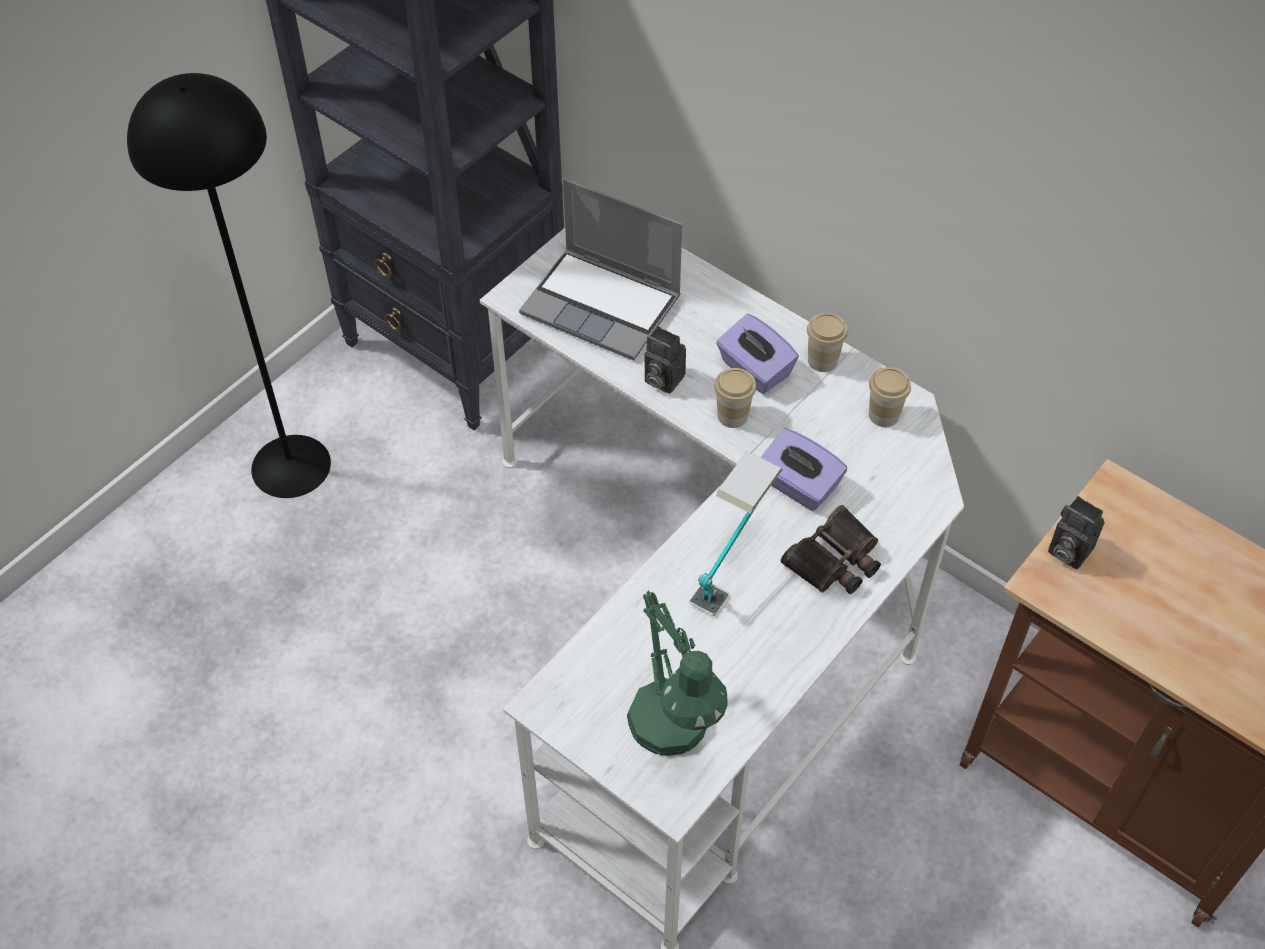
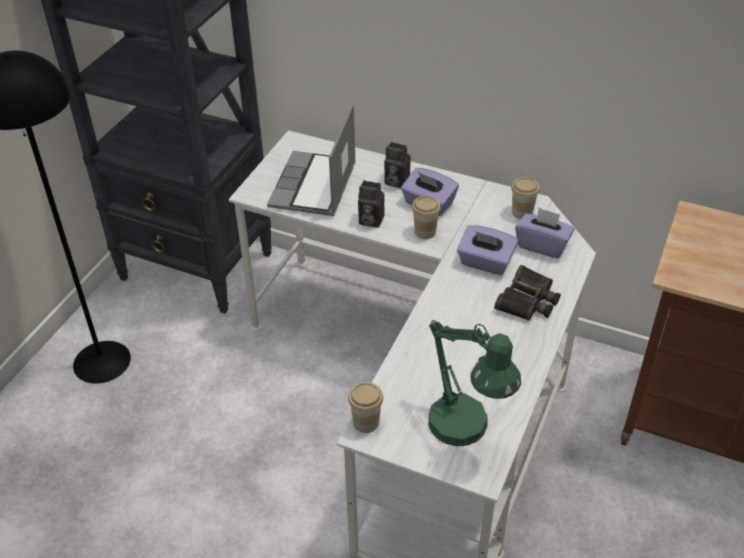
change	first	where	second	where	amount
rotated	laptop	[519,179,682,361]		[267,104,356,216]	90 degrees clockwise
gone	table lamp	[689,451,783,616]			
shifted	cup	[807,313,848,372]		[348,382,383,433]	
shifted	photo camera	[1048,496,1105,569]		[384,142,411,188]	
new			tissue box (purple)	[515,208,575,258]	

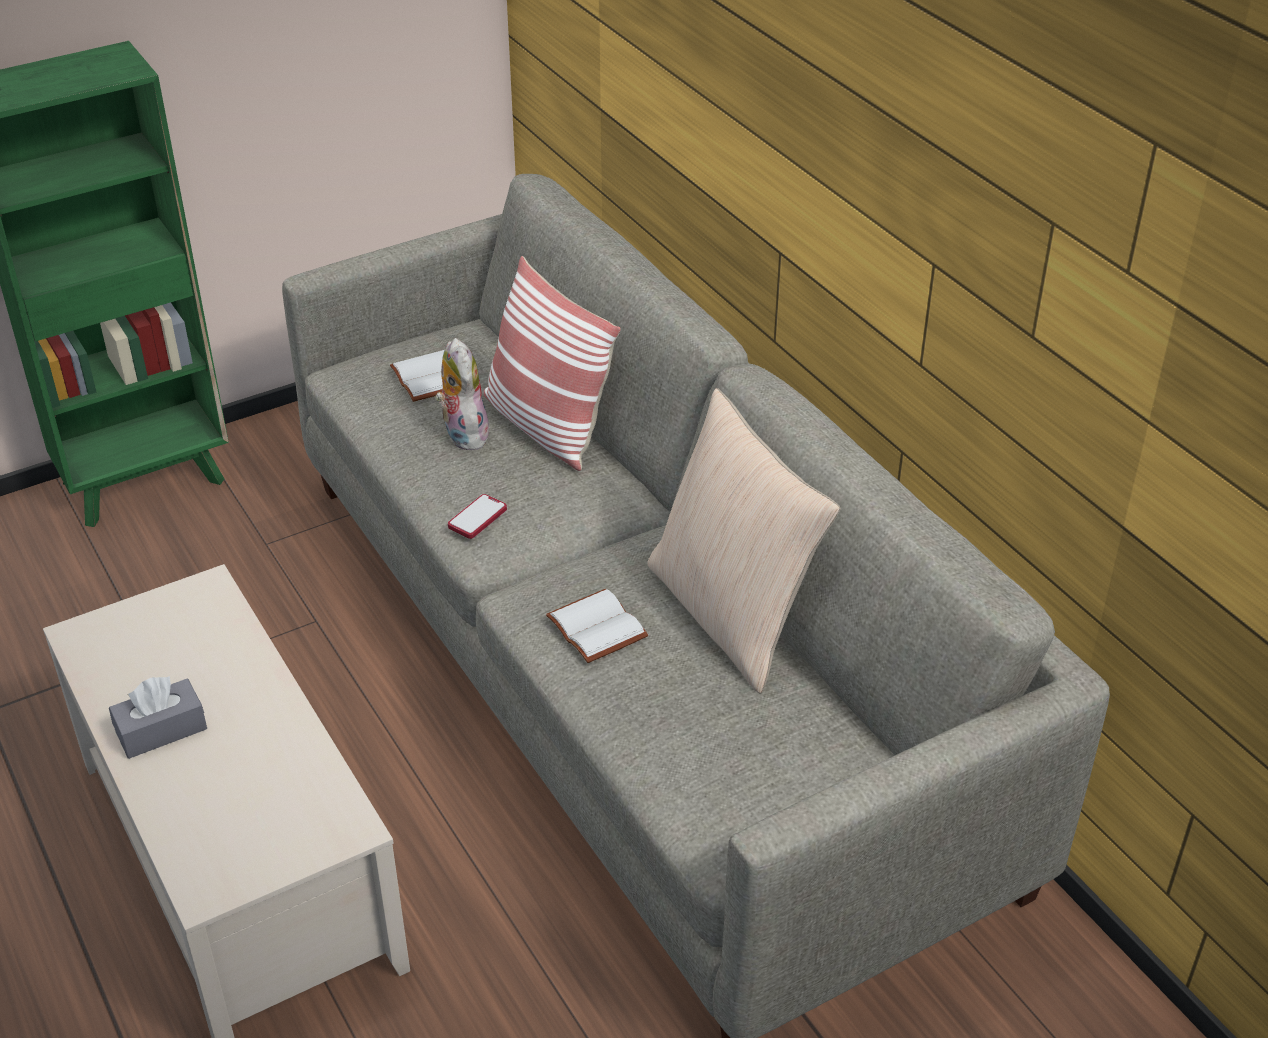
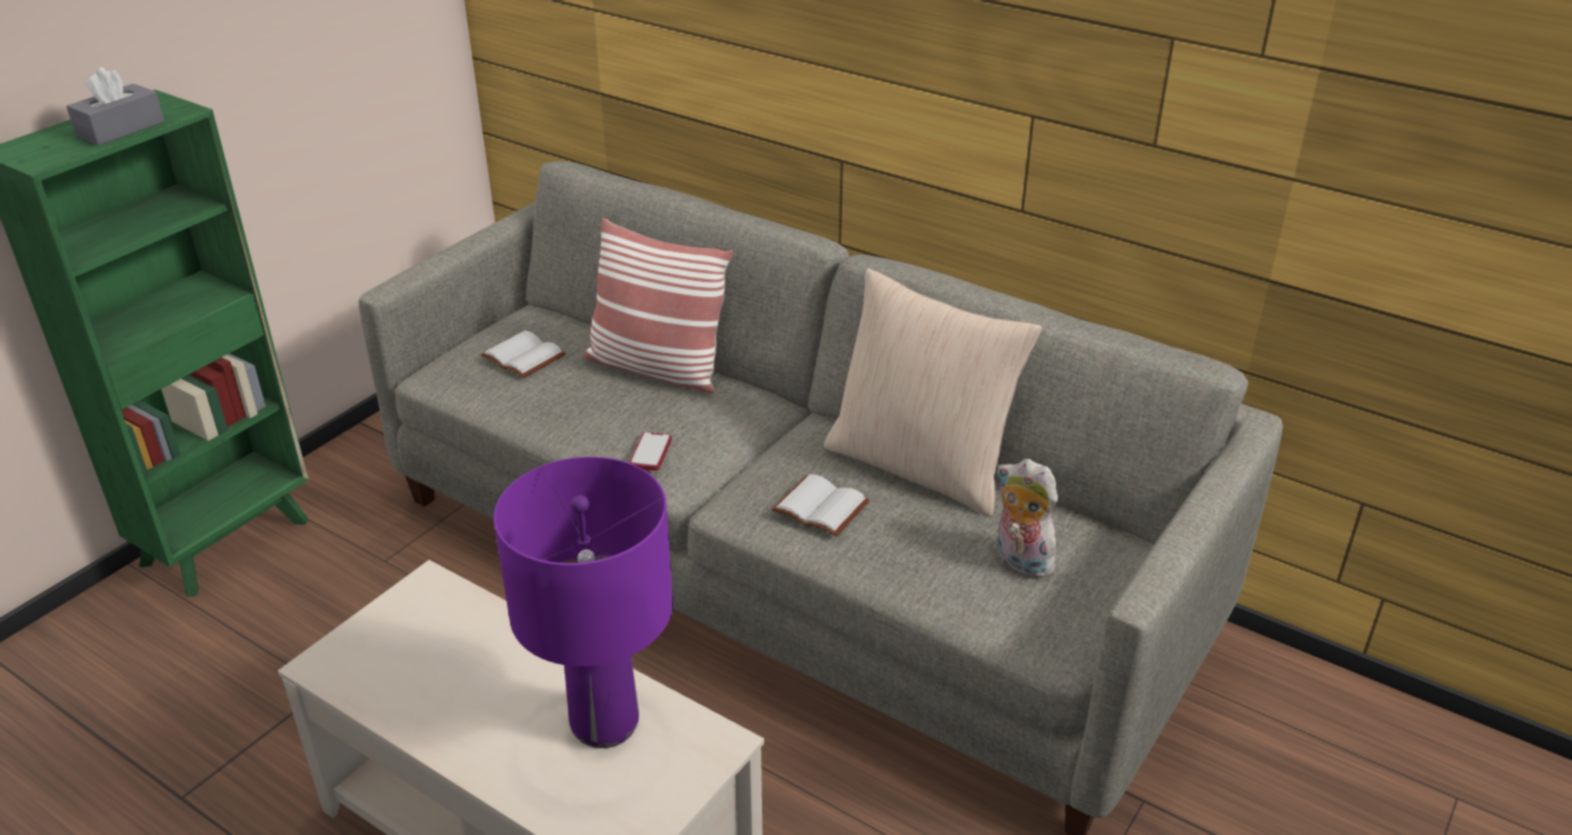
change	first	where	second	where	amount
shifted	tissue box (grey)	[109,676,207,759]		[66,67,164,146]	
shifted	plush toy	[435,338,489,450]		[996,459,1058,578]	
new			table lamp (purple)	[493,457,673,748]	

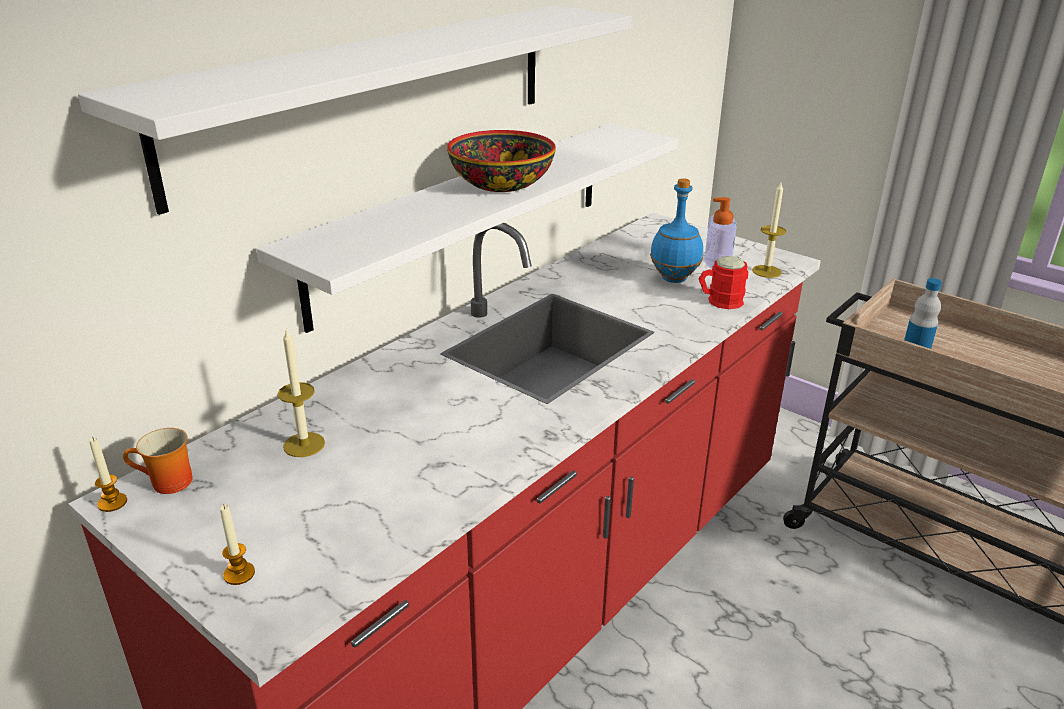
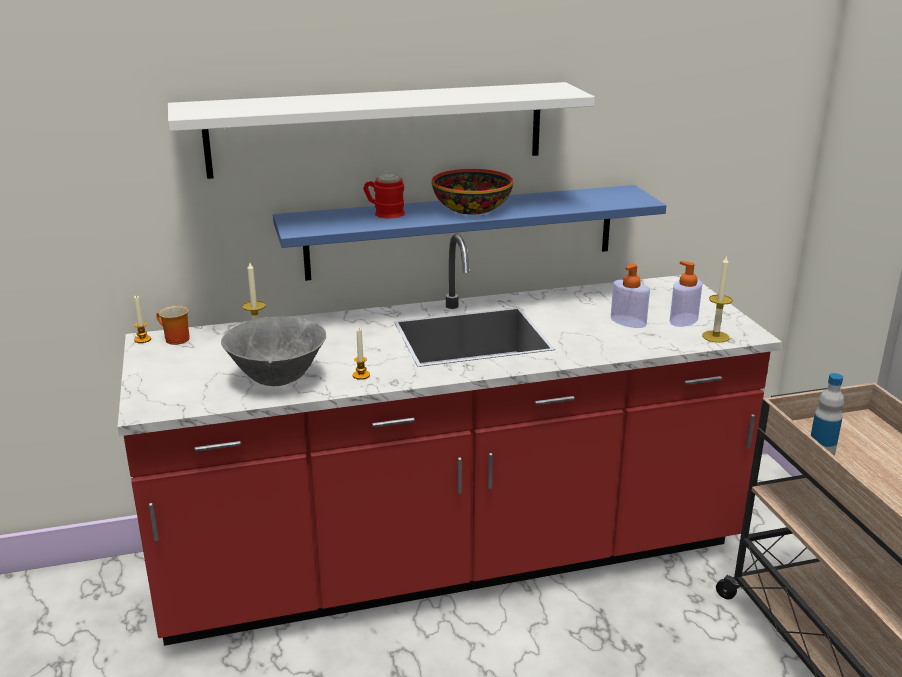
change	first	where	second	where	amount
shifted	candle	[220,504,255,585]		[353,329,370,380]	
repainted	shelf (white)	[256,124,678,333]	shelf (blue)	[273,185,666,281]	
swapped	bottle (blue)	[650,178,703,283]	soap dispenser	[611,264,650,328]	
shifted	mug (red)	[699,256,748,309]		[363,174,405,219]	
new			bowl (grey)	[221,316,326,386]	

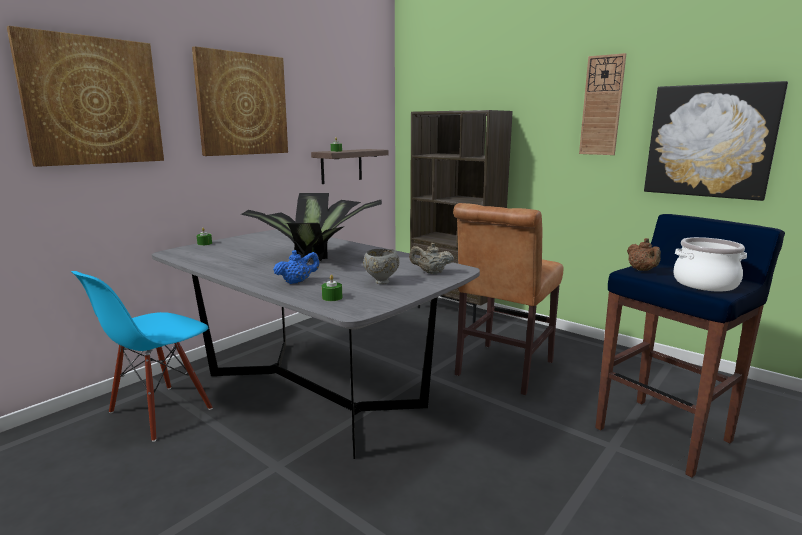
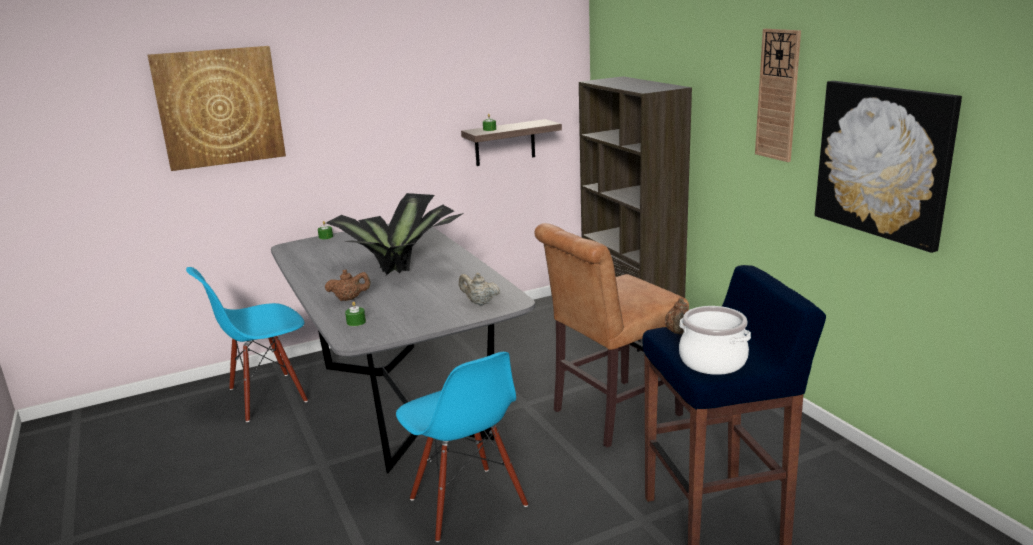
change	first	where	second	where	amount
gone	picture	[192,46,288,156]			
repainted	teapot (blue)	[273,250,320,284]	teapot (brown)	[325,270,371,301]	
gone	bowl (grey)	[363,249,400,284]			
new			chair (blue)	[396,352,528,542]	

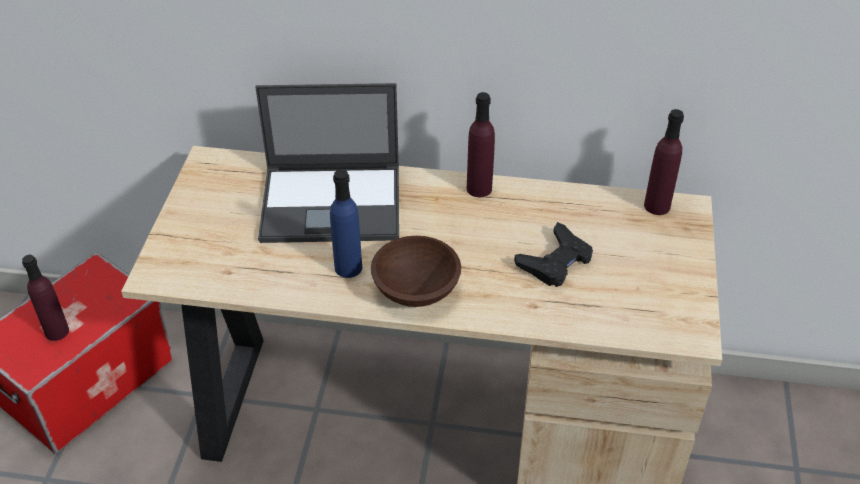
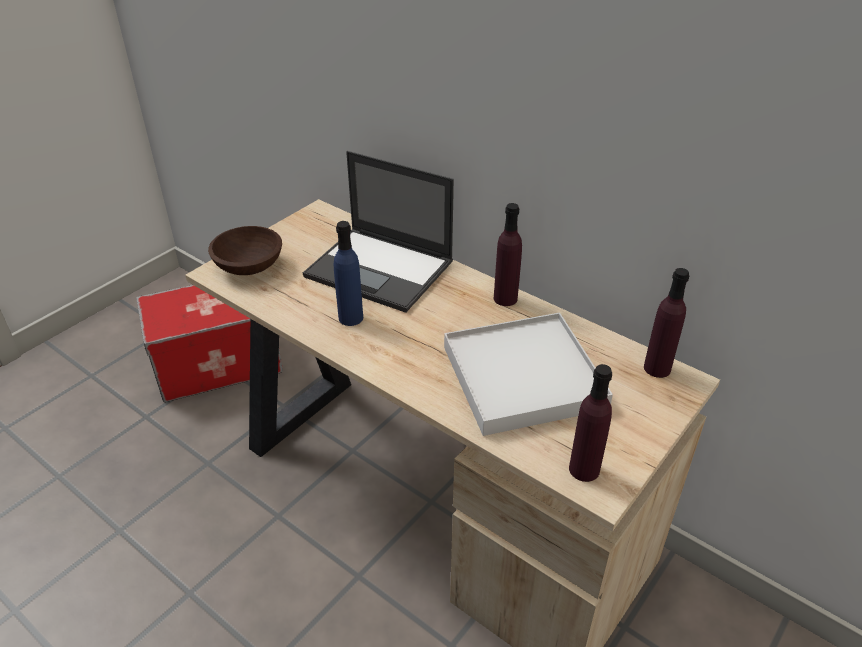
change	first	where	second	where	amount
shifted	bottle (purple)	[22,255,69,341]		[569,364,612,482]	
shifted	bowl (brown)	[371,236,461,307]		[208,226,282,275]	
swapped	game controller (black)	[514,222,593,287]	tray (white)	[444,313,613,436]	

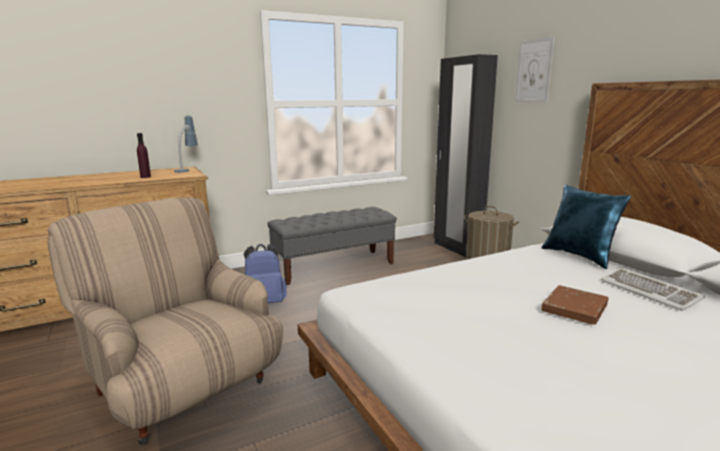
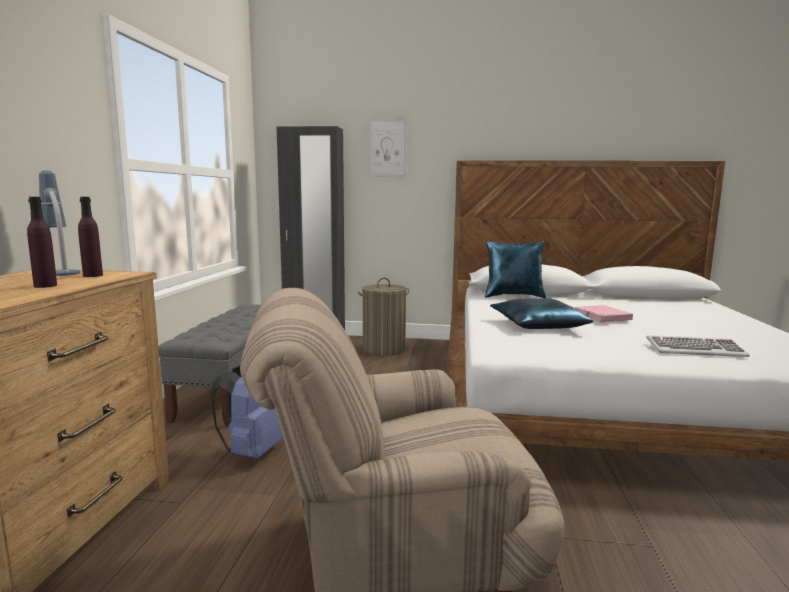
change	first	where	second	where	amount
repainted	book (brown)	[541,285,608,325]	book (pink)	[575,305,633,322]	
shifted	keyboard	[601,268,705,311]		[646,335,750,357]	
new			bottle (purple)	[78,197,103,277]	
new			pillow (blue)	[490,298,593,329]	

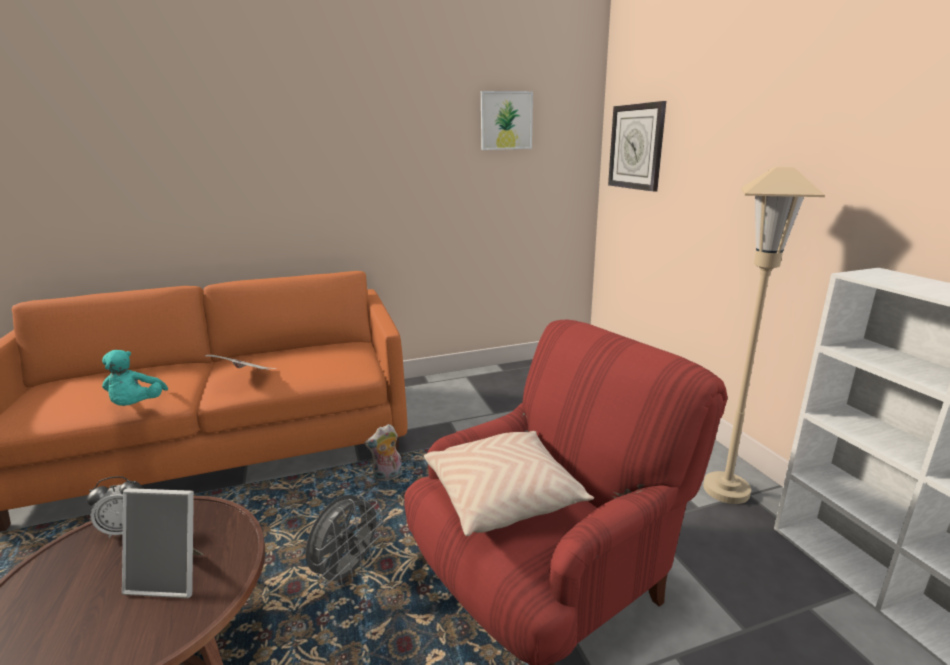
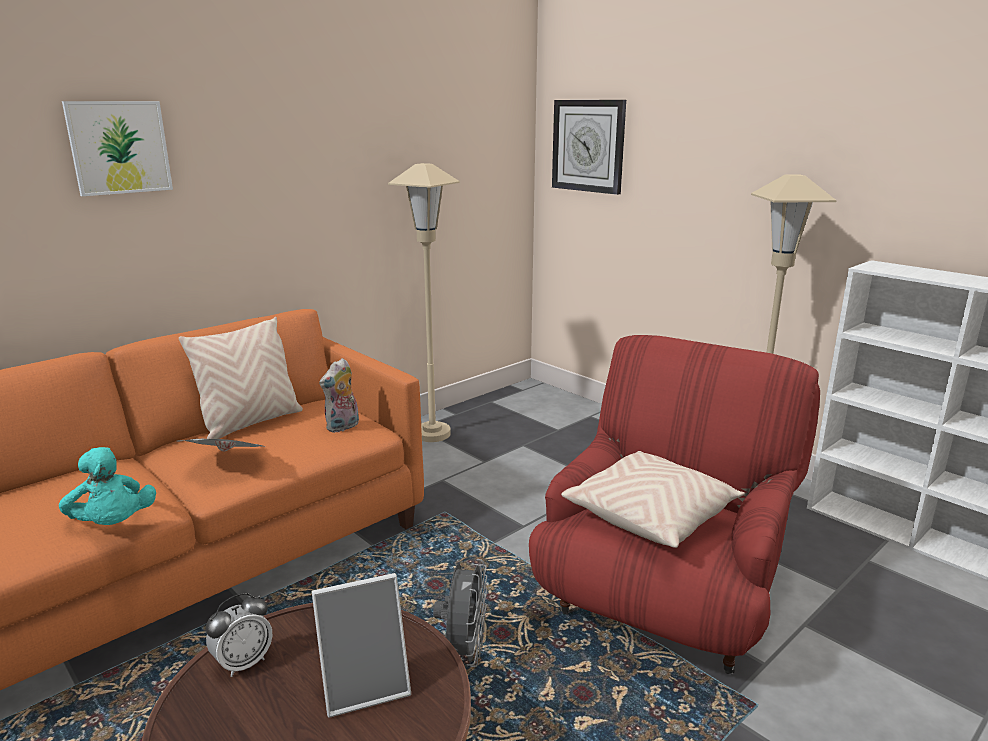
change	first	where	second	where	amount
shifted	plush toy	[365,424,402,481]		[319,358,359,433]	
shifted	picture	[481,91,533,150]		[62,101,173,196]	
new			pillow (beige)	[179,317,303,439]	
new			floor lamp (beige)	[388,163,460,442]	

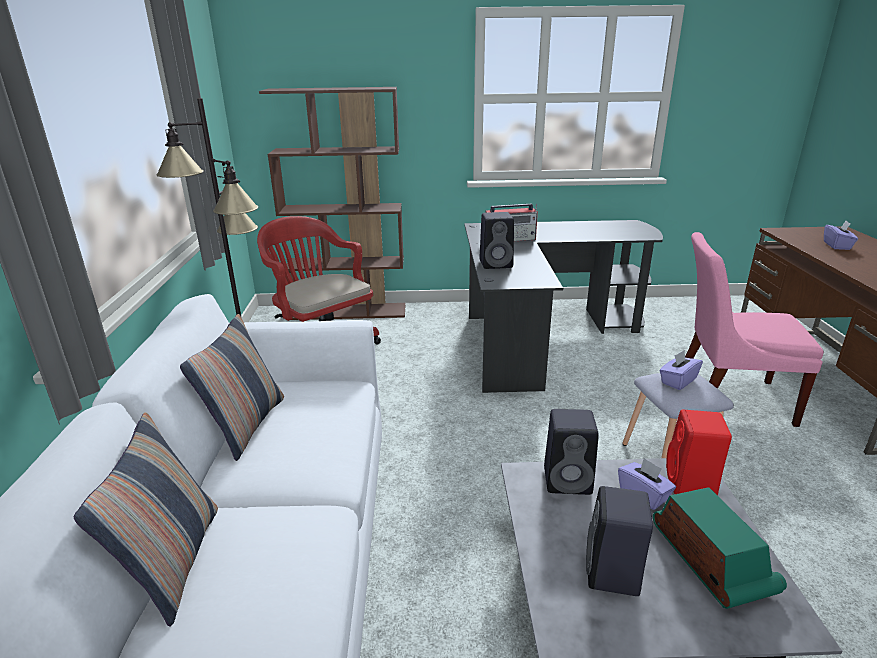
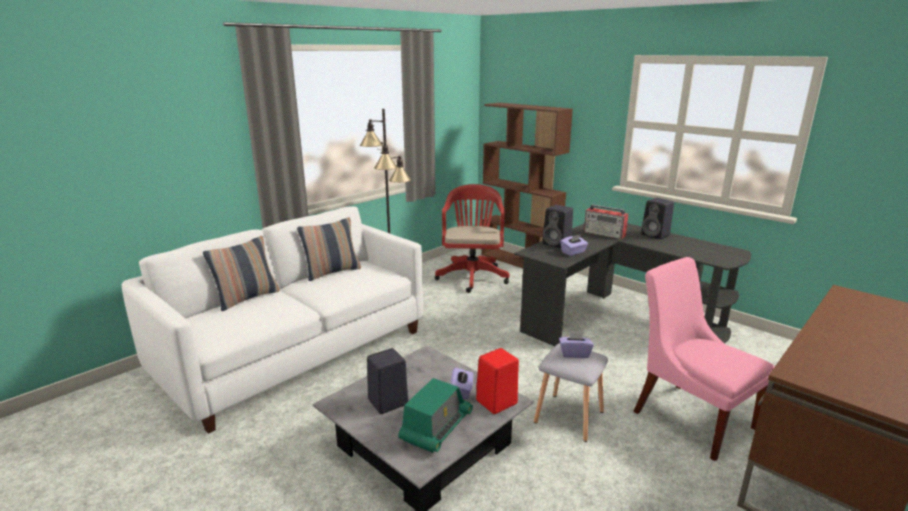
change	first	where	second	where	amount
shifted	speaker (black)	[544,409,599,495]		[641,198,674,239]	
shifted	tissue box (purple)	[824,221,858,250]		[560,234,588,256]	

